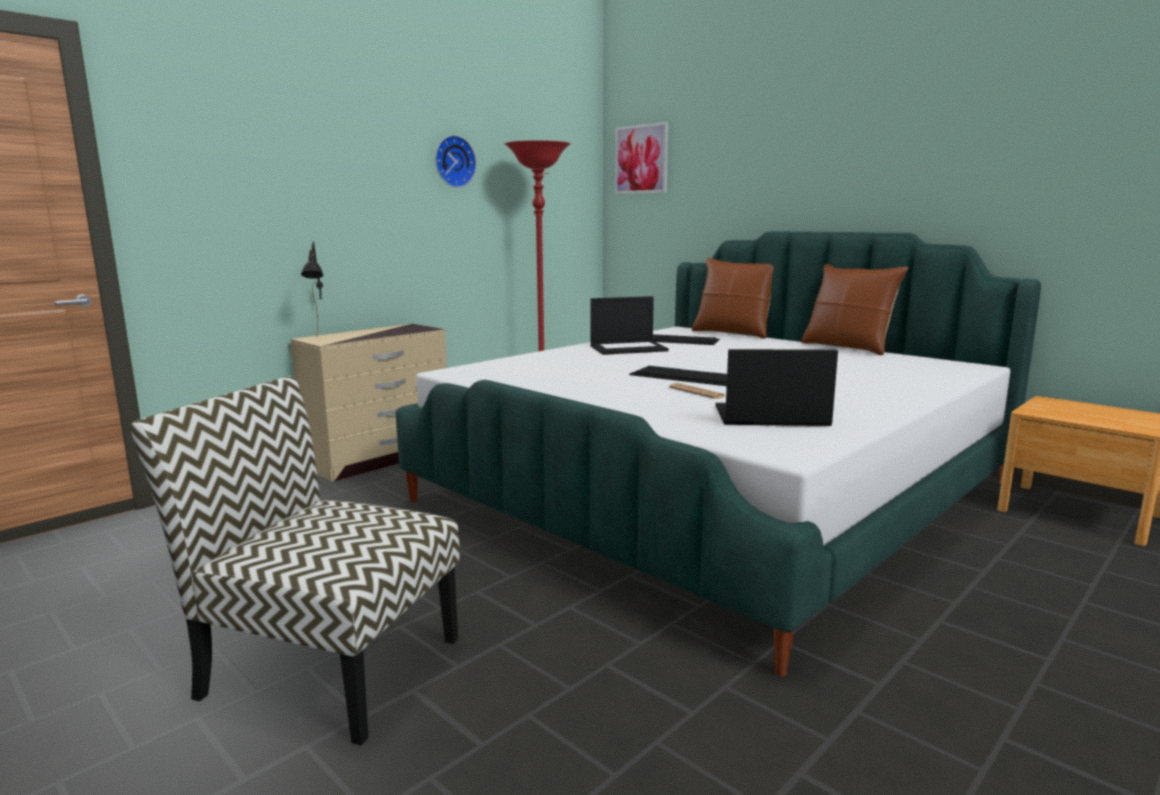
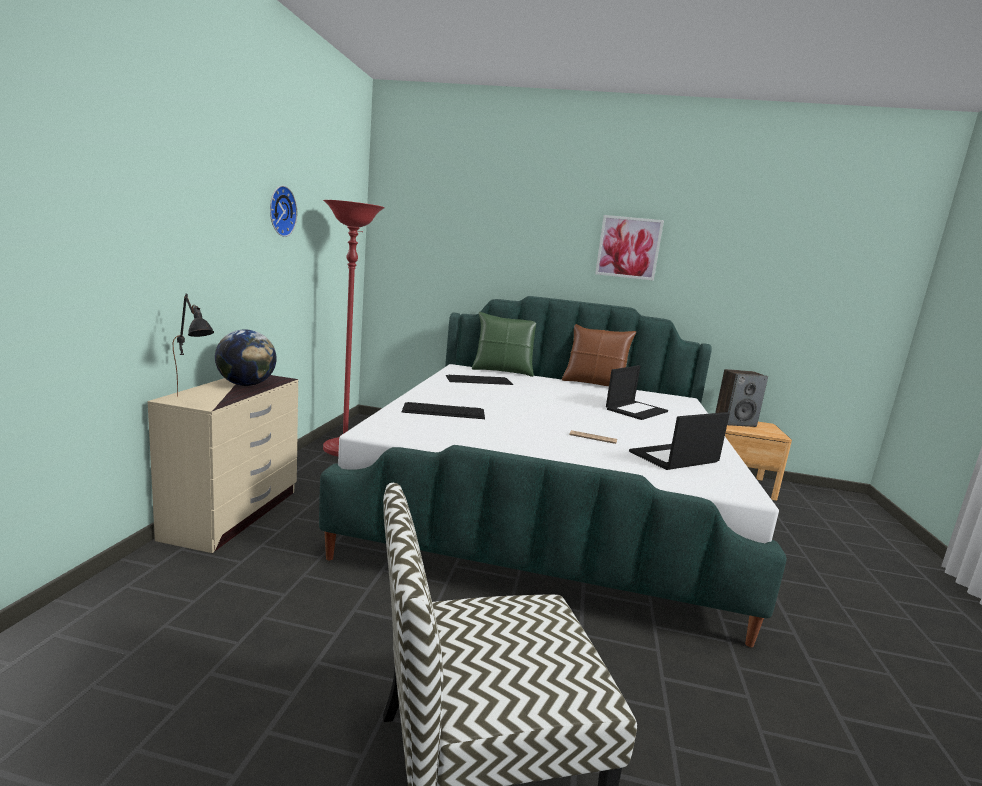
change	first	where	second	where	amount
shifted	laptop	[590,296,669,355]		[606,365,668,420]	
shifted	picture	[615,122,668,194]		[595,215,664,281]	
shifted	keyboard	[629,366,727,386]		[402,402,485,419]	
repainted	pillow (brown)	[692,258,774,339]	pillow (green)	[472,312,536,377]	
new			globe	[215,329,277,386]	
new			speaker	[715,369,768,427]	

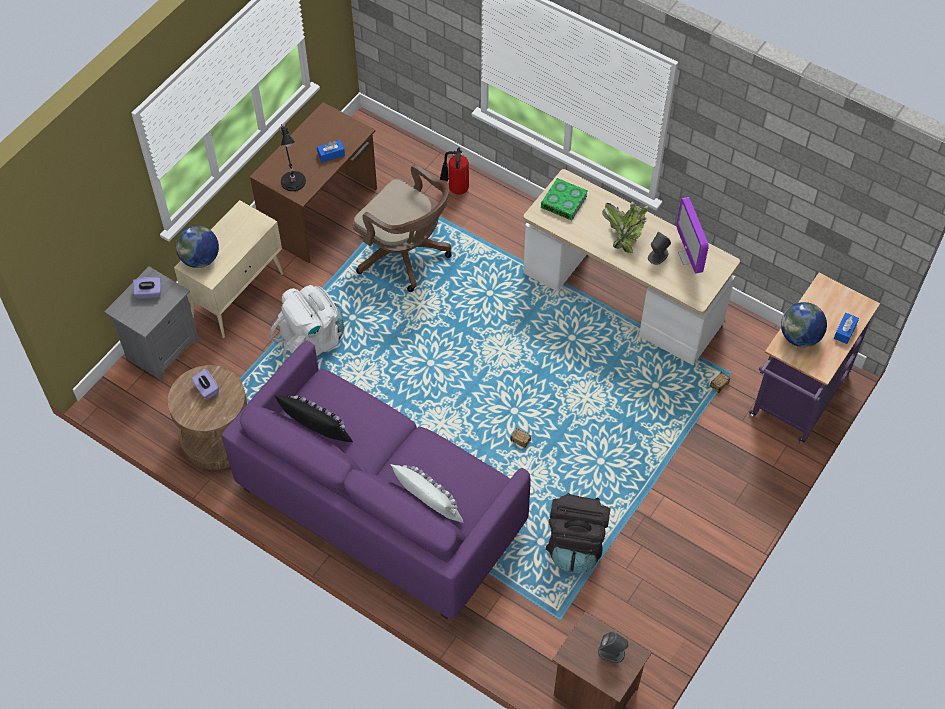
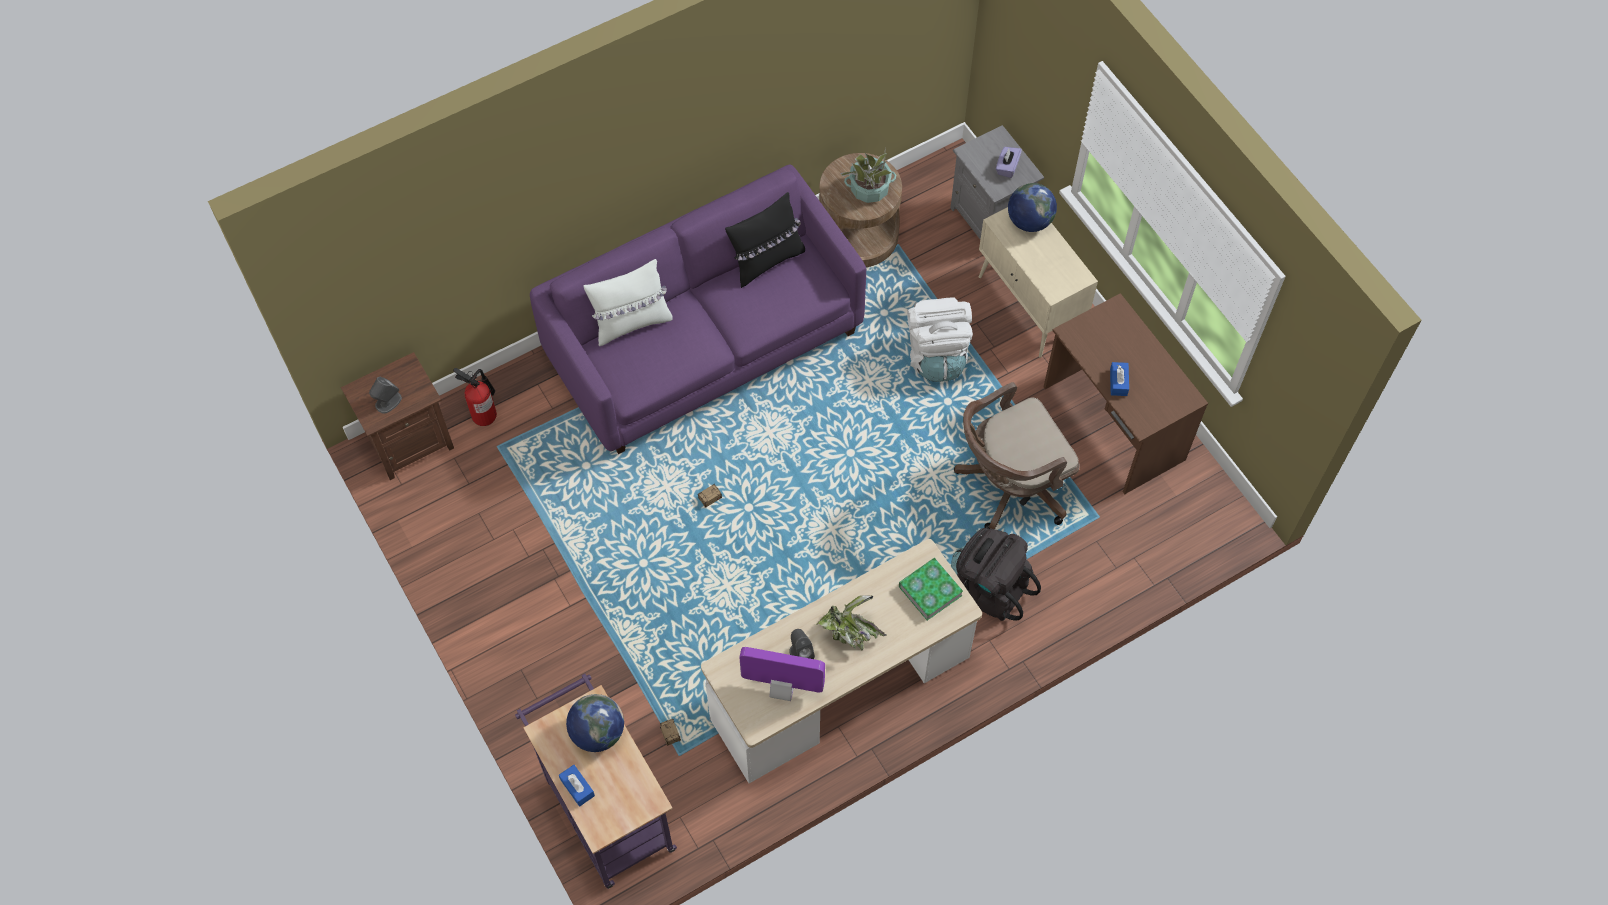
change	first	where	second	where	amount
swapped	tissue box (purple)	[192,369,219,400]	potted plant	[840,148,896,203]	
gone	table lamp (black)	[279,124,306,191]			
shifted	fire extinguisher	[440,148,469,194]		[453,368,497,426]	
shifted	backpack (black)	[546,493,611,573]		[951,528,1041,621]	

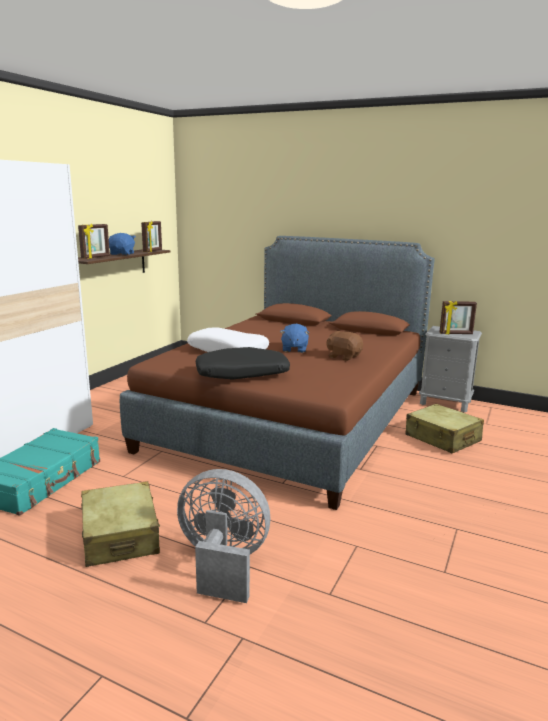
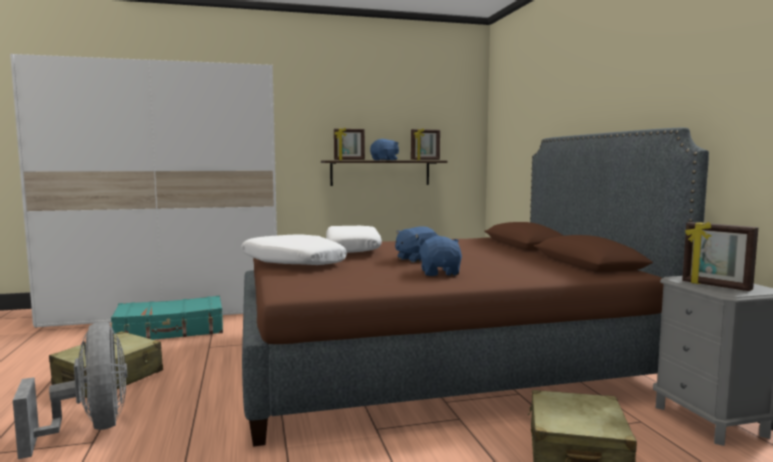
change	first	where	second	where	amount
repainted	pillow (black)	[196,347,290,380]	pillow (white)	[241,234,347,265]	
repainted	plush toy (brown)	[326,331,363,361]	plush toy (blue)	[417,236,462,276]	

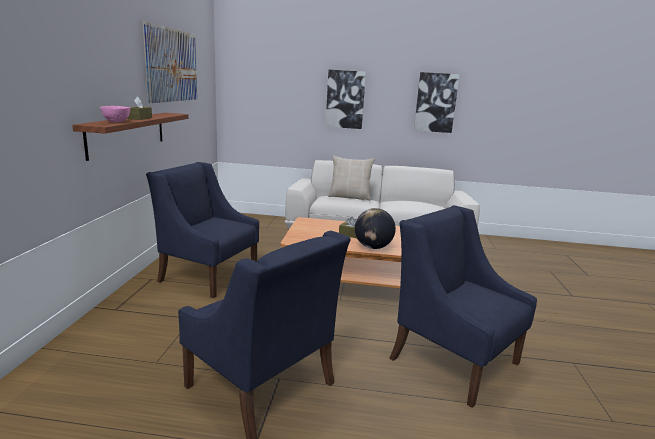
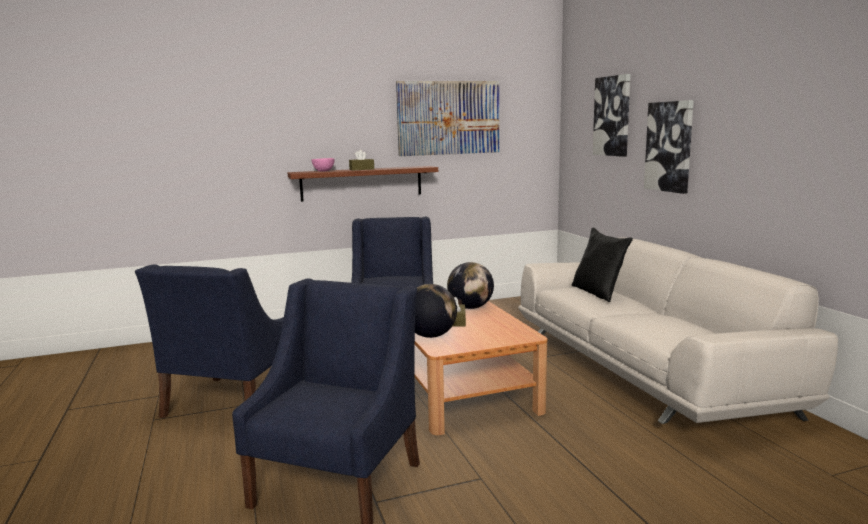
change	first	where	second	where	amount
repainted	pillow (beige)	[328,155,375,200]	pillow (black)	[572,228,633,302]	
shifted	picture	[414,72,460,133]		[593,74,631,157]	
new			globe	[447,262,494,309]	

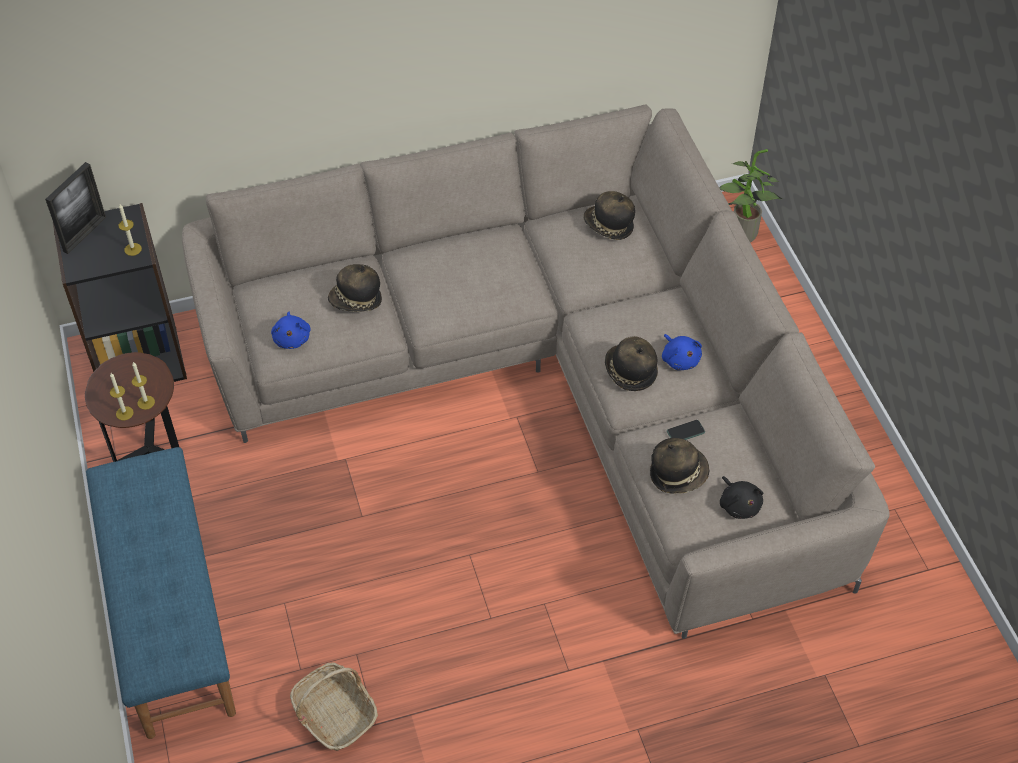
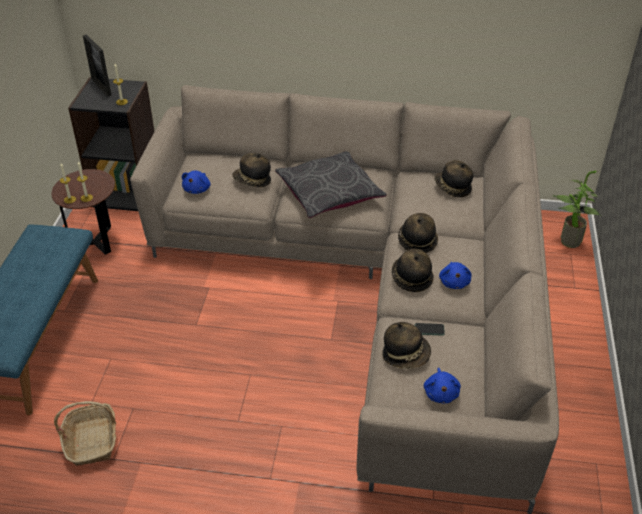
change	first	where	second	where	amount
rotated	picture frame	[45,162,106,254]		[83,34,112,97]	90 degrees clockwise
repainted	plush toy (black)	[720,476,764,519]	plush toy (blue)	[424,368,461,403]	
new			pillow (grey)	[275,152,387,218]	
new			hat	[398,213,438,253]	

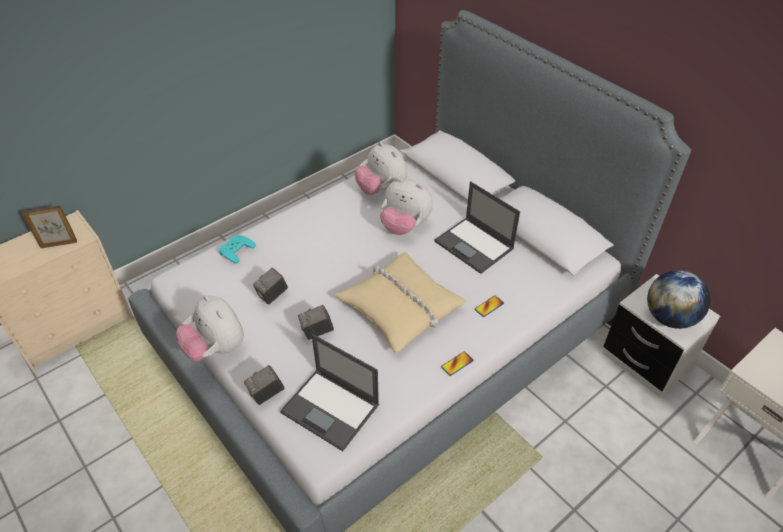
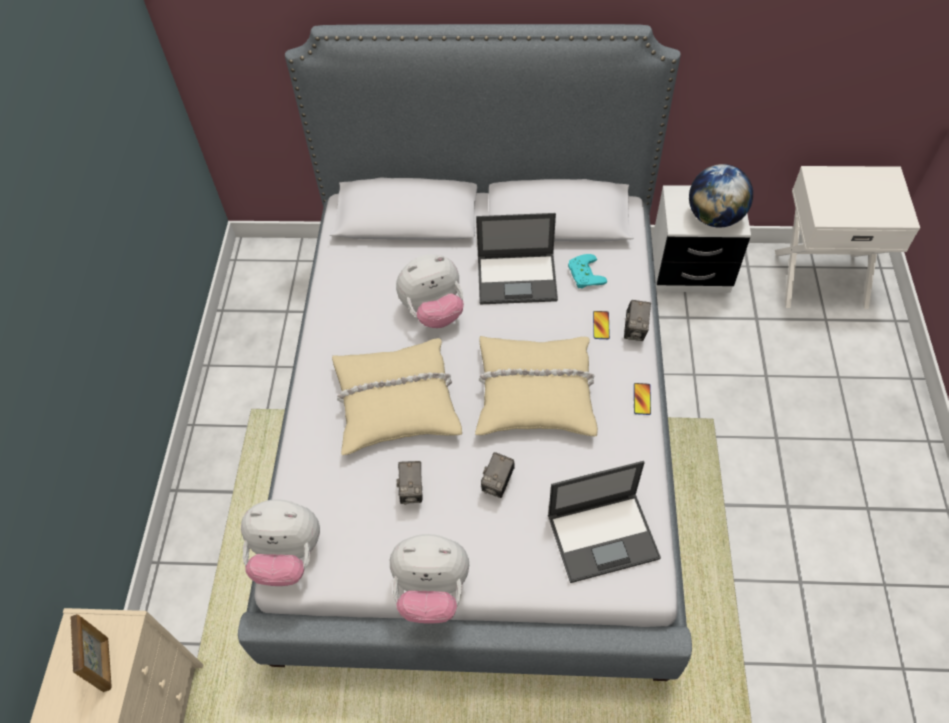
change	first	where	second	where	amount
rotated	picture frame	[22,205,77,248]		[70,614,112,692]	135 degrees clockwise
shifted	game controller (turquoise)	[219,235,256,264]		[568,254,607,288]	
shifted	photo camera	[244,365,285,405]		[624,300,651,341]	
shifted	plush toy	[355,142,408,195]		[241,499,320,586]	
new			pillow (beige)	[332,338,462,455]	

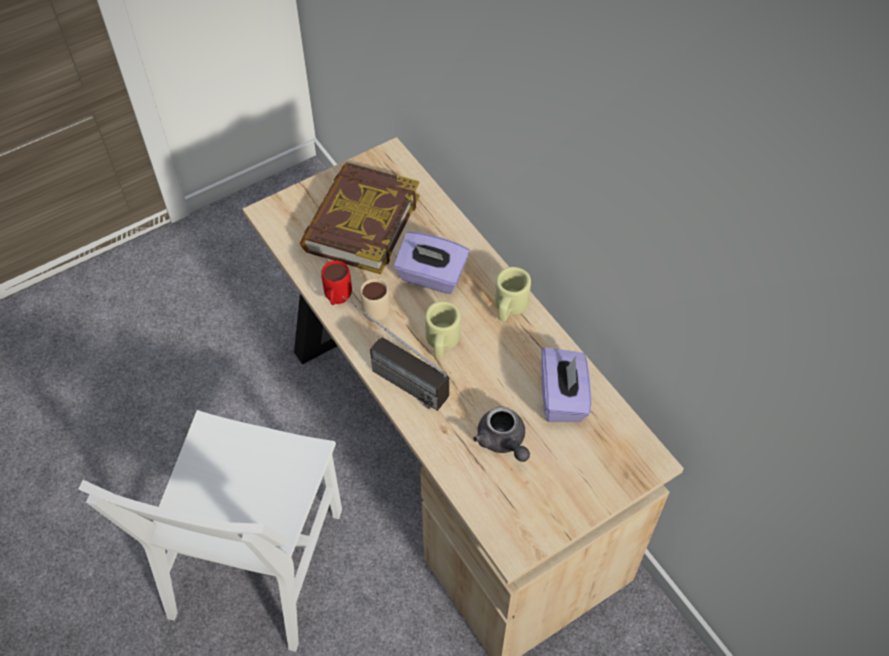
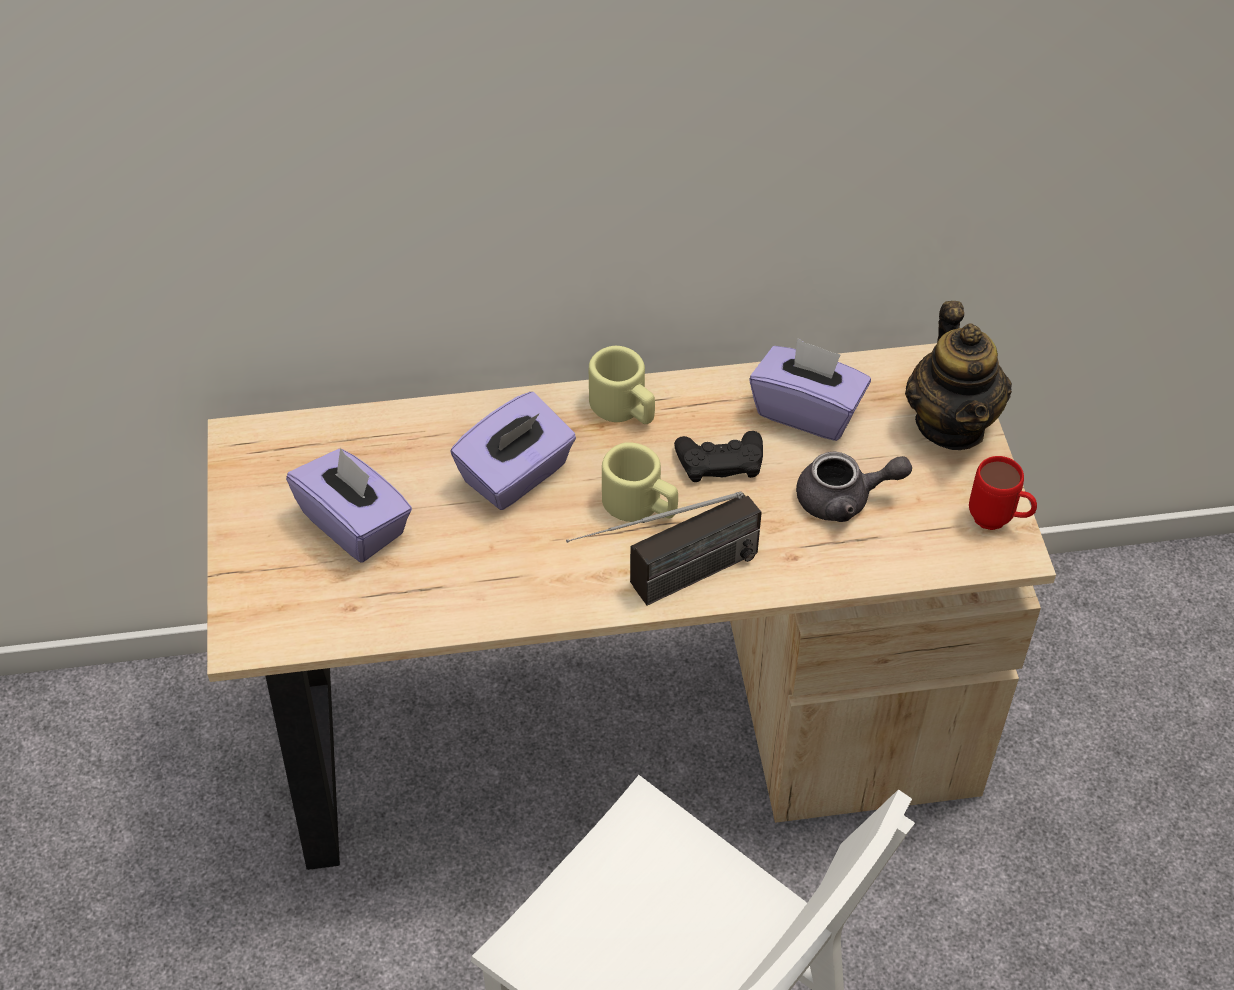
change	first	where	second	where	amount
swapped	book	[300,162,420,275]	tissue box (purple)	[286,447,412,563]	
shifted	mug (red)	[321,261,352,305]		[969,456,1037,530]	
gone	mug (beige)	[360,276,390,322]			
new			game controller (black)	[674,431,763,482]	
new			teapot	[905,301,1012,450]	

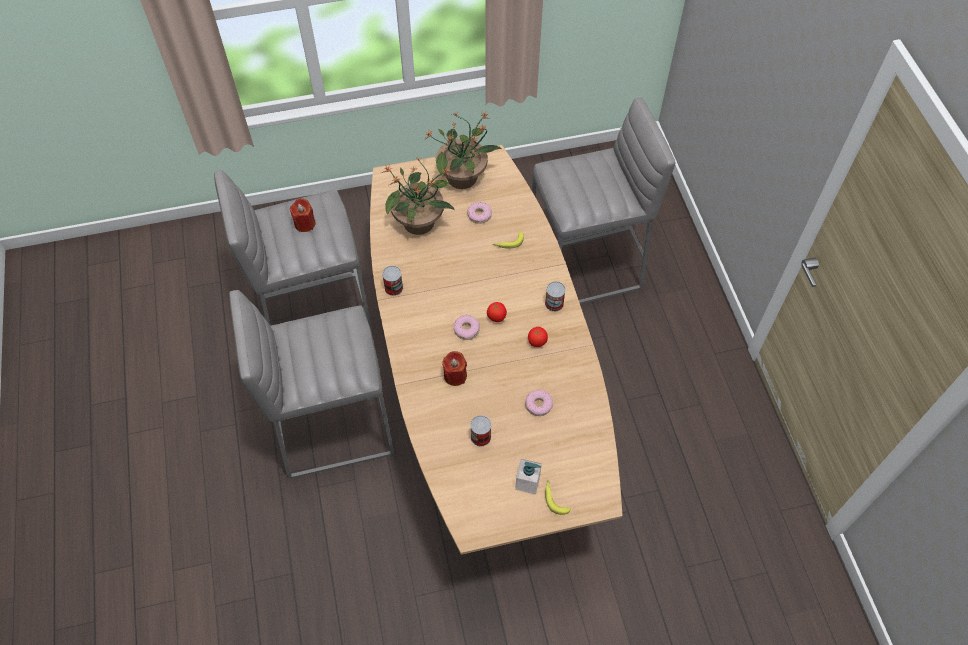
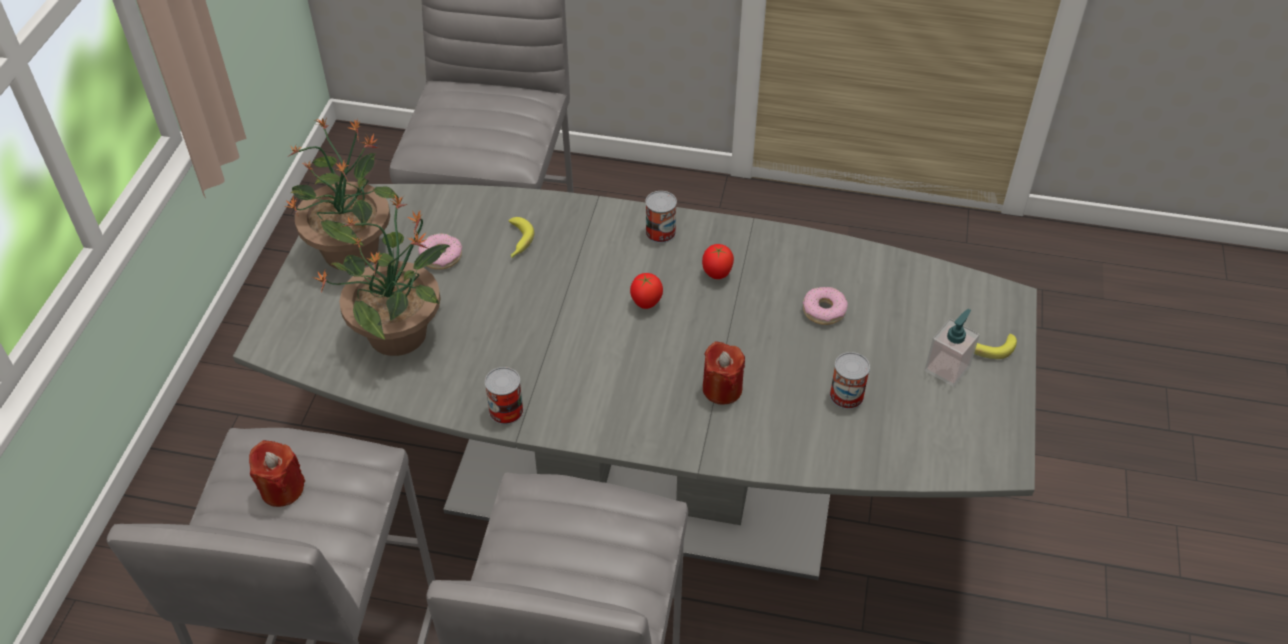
change	first	where	second	where	amount
repainted	dining table (brown)	[370,145,623,555]	dining table (grey)	[233,184,1037,580]	
gone	donut	[454,315,480,340]			

